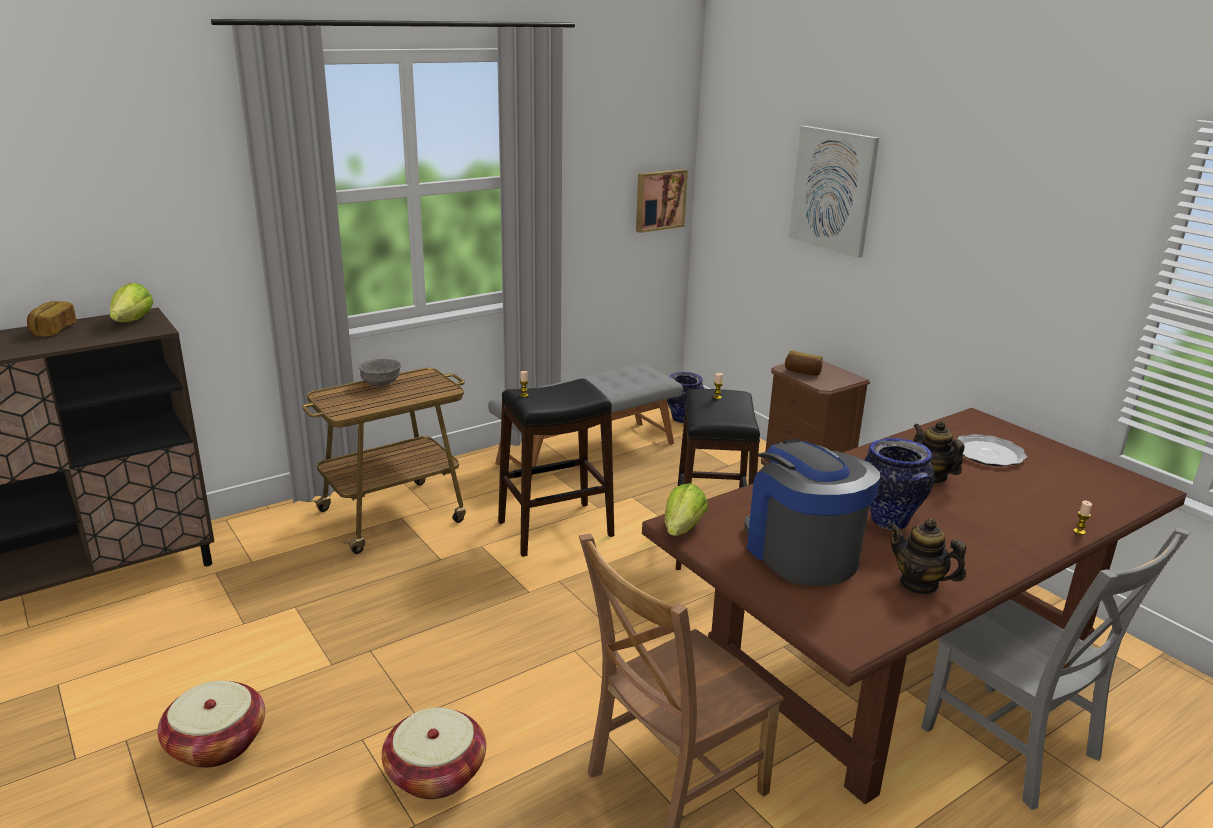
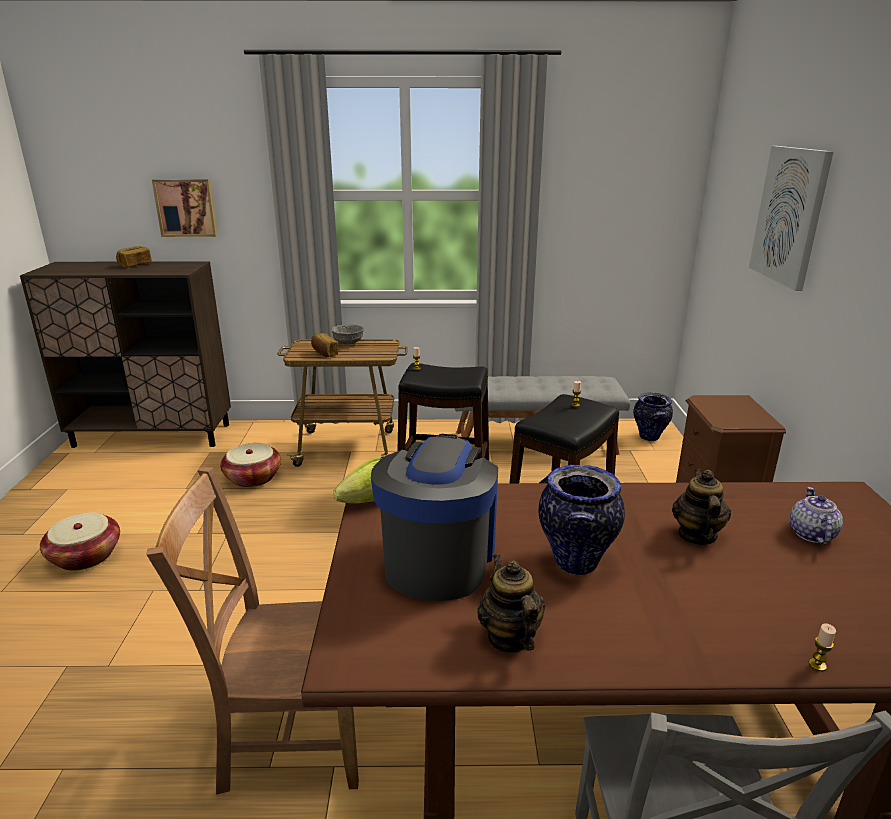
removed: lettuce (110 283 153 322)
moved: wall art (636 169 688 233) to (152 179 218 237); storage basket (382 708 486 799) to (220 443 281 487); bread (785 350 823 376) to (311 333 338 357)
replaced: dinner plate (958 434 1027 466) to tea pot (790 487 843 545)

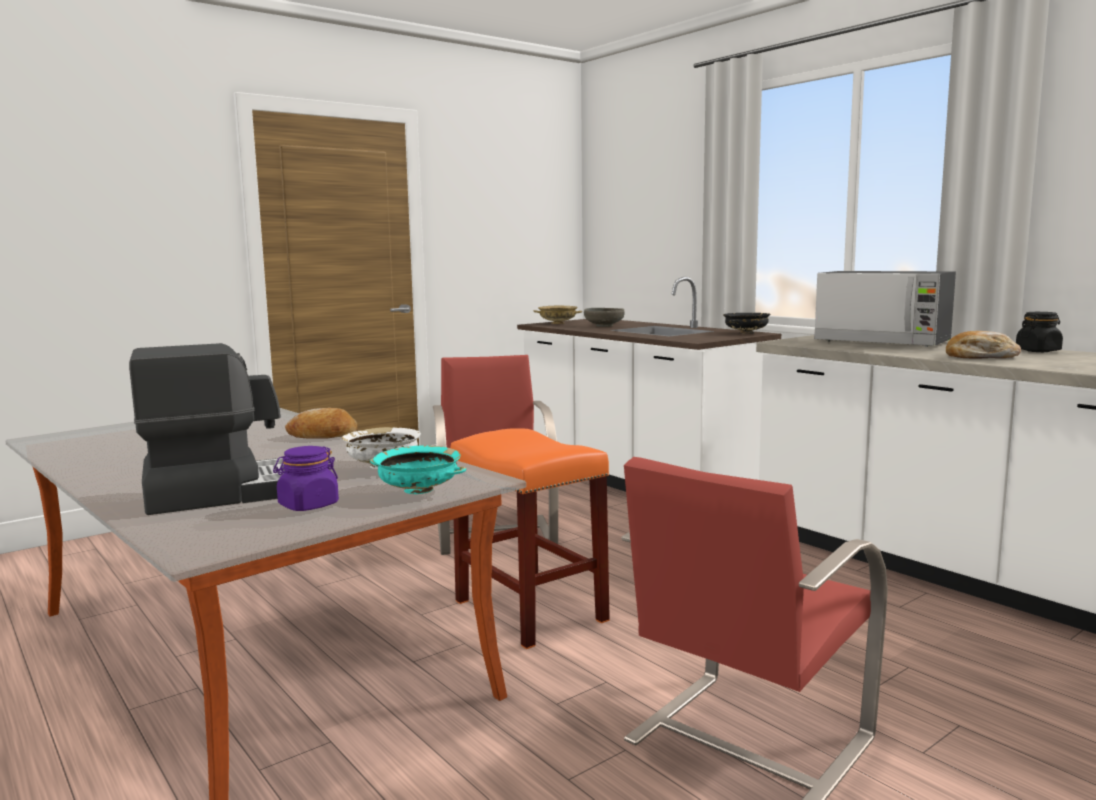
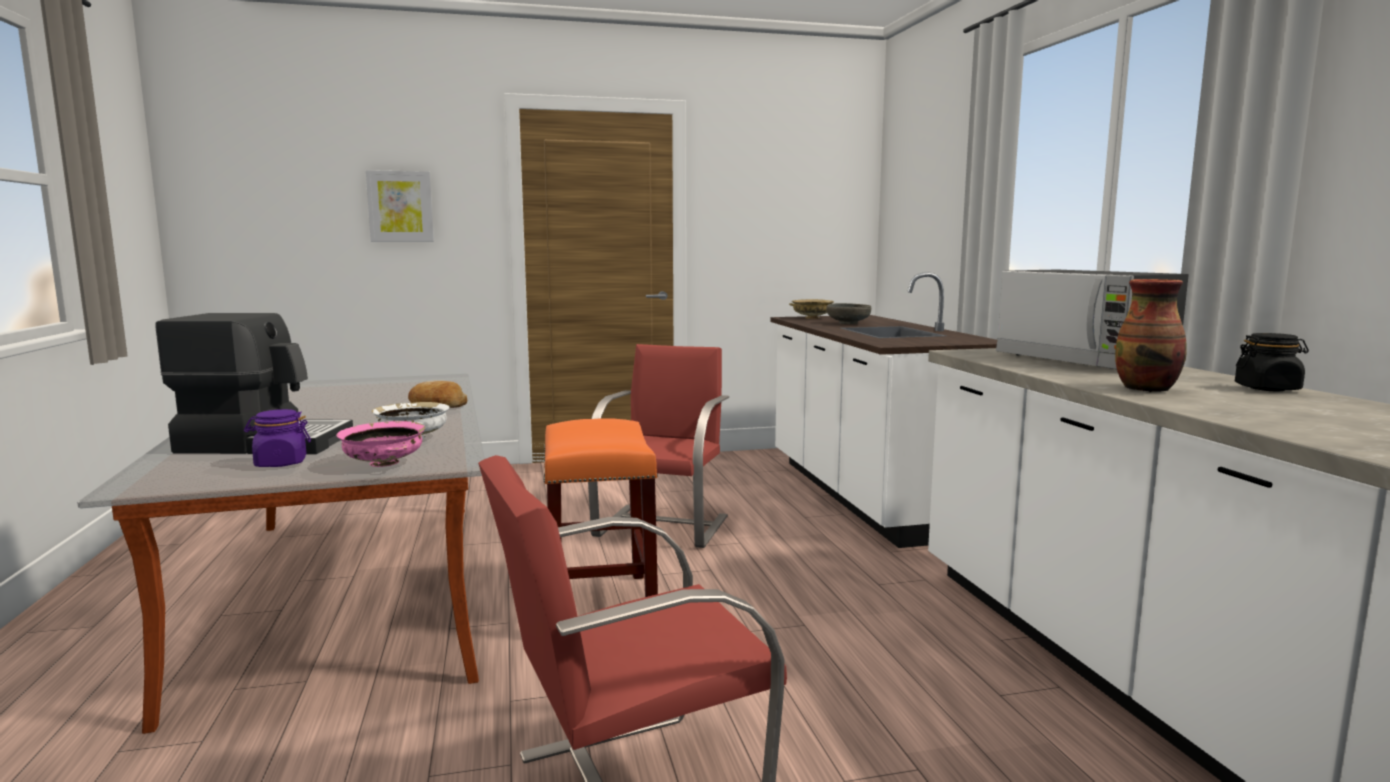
removed: black serving bowl (723 313 771 334)
added: wall art (366 170 434 242)
replaced: bread (946 331 1021 359) to flower vase (1115 279 1187 392)
recoloured: turquoise-coloured serving bowl (370 445 466 494) to pink serving bowl (336 421 425 467)

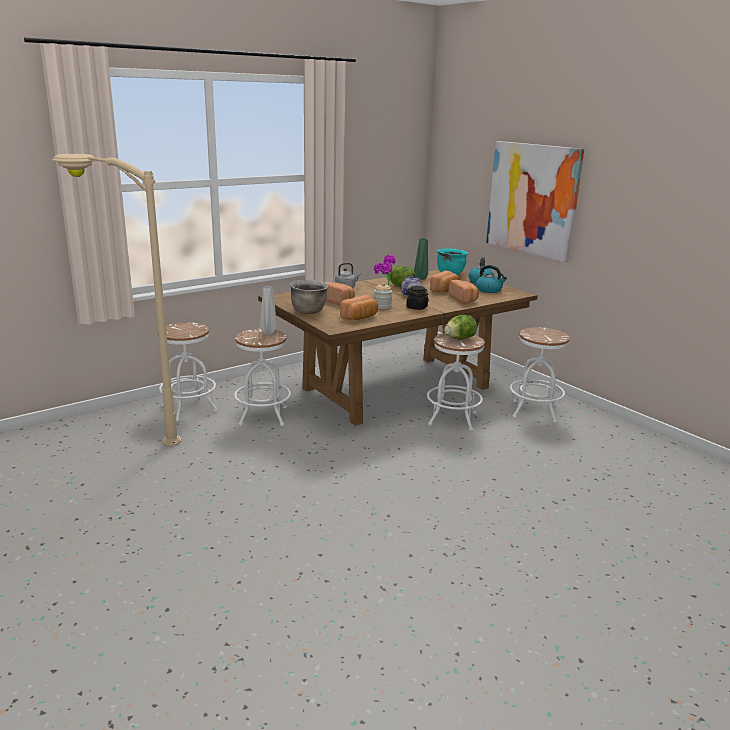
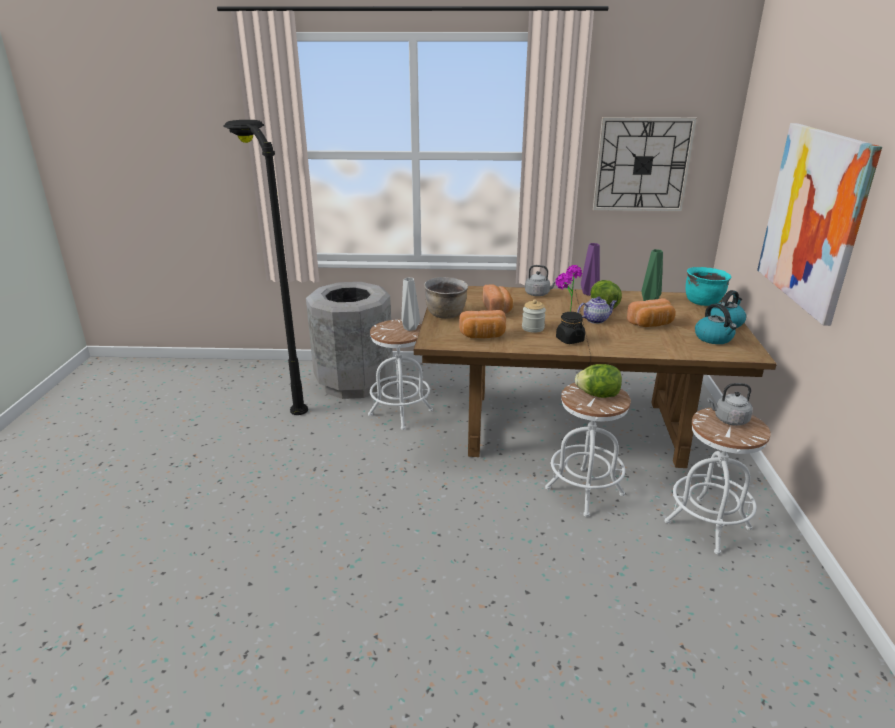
removed: bread (448 280 479 304)
added: purplish flower vase (581 243 600 296); hanging clock (593 117 697 212); grey tea kettle (707 383 753 426)
replaced: whitish stool seat (158 322 218 421) to grey waste bin (306 282 393 399)
recoloured: beige-coloured floor lamp (52 154 181 446) to black floor lamp (224 120 308 415)

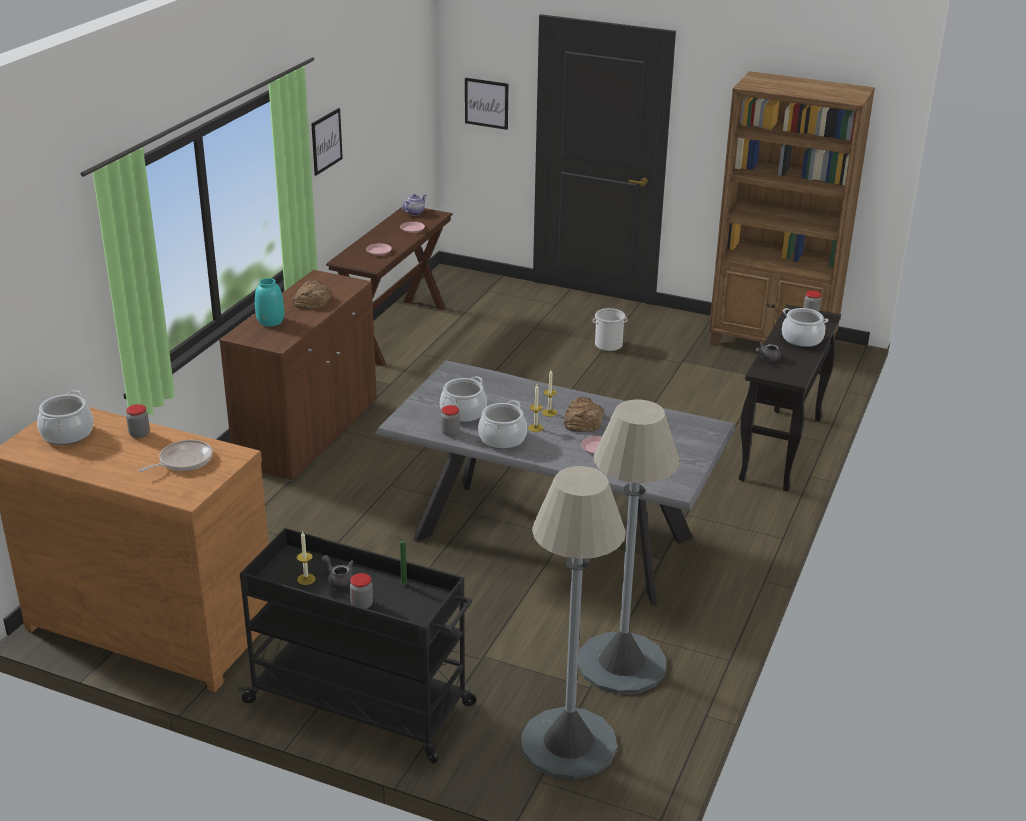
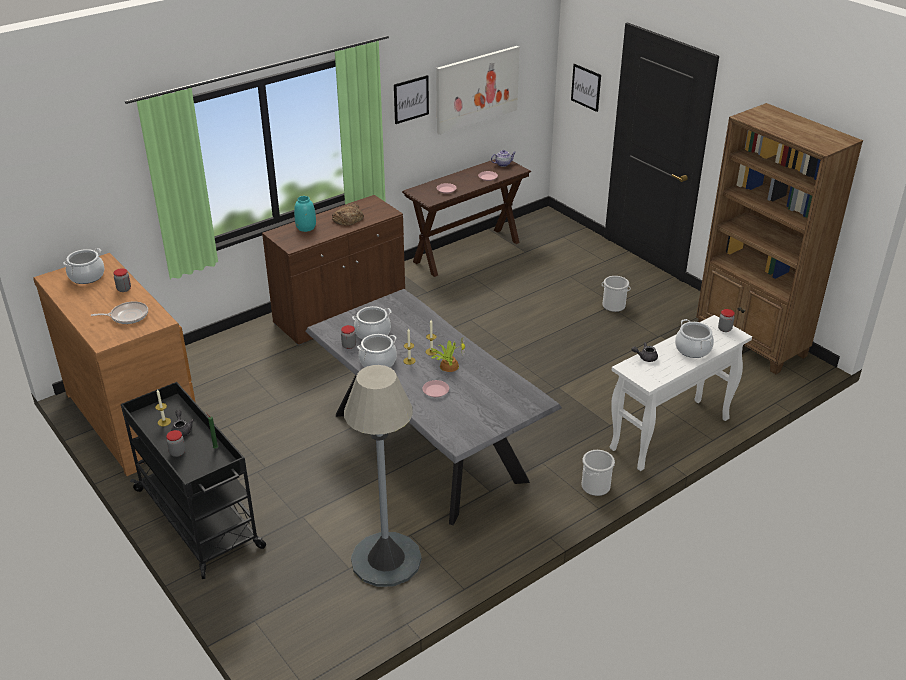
removed: grey floor lamp (521 466 626 780)
added: wall art (436 46 520 135); water bucket (582 450 615 496)
replaced: bread (564 397 604 432) to plant in a pot (431 338 465 372)
recoloured: black hall table (739 304 841 491) to whitish hall table (610 315 752 471)

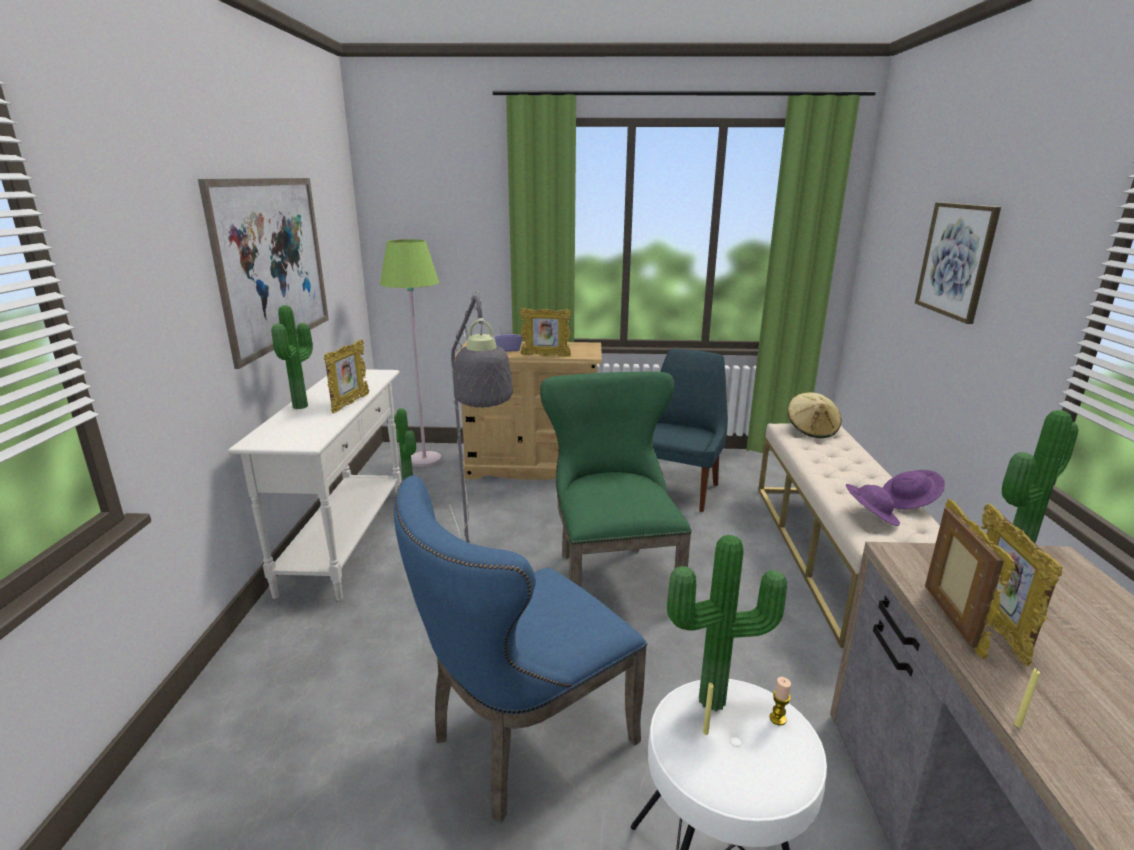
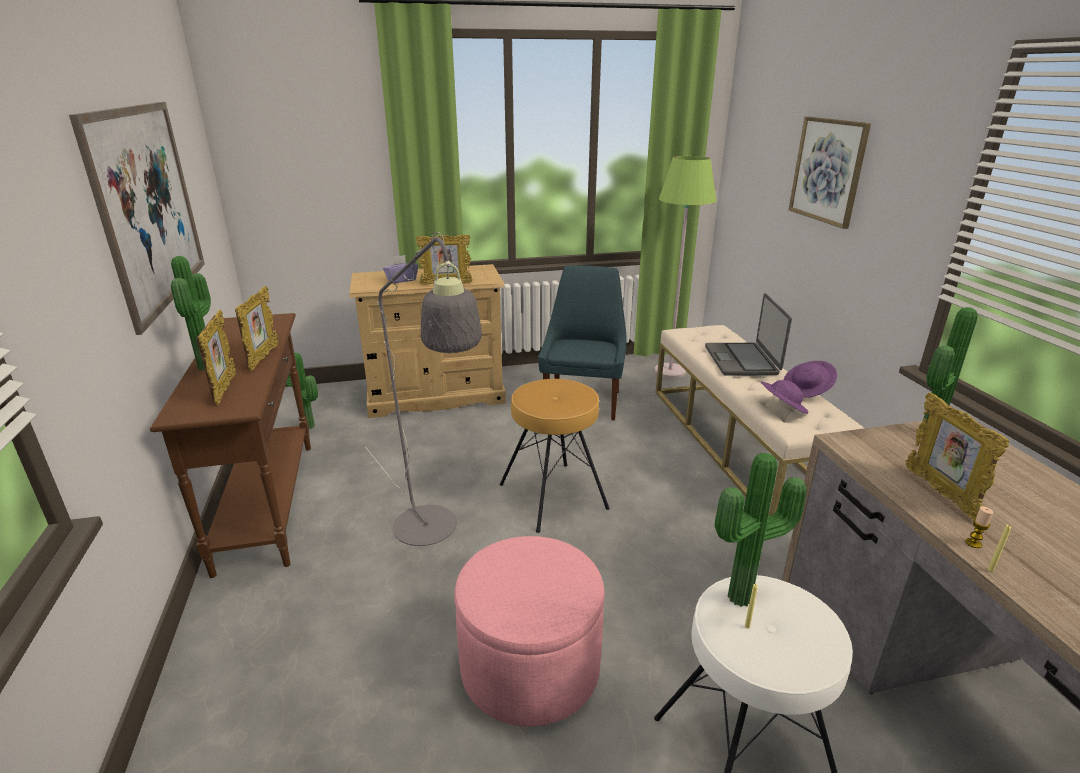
removed: beige-coloured wearable hat (788 392 841 438)
added: laptop (705 293 792 376)
moved: picture frame (925 499 1015 659) to (197 310 236 405); green-coloured floor lamp (380 239 441 467) to (654 156 716 379); wax light (770 677 791 726) to (965 506 994 548)
replaced: blue plain chair (394 475 647 822) to pink footrest (454 536 605 727); green-coloured plain chair (540 371 691 587) to brown stool seat (500 379 610 533)
recoloured: whitish hall table (228 369 401 601) to brown hall table (150 313 311 578)

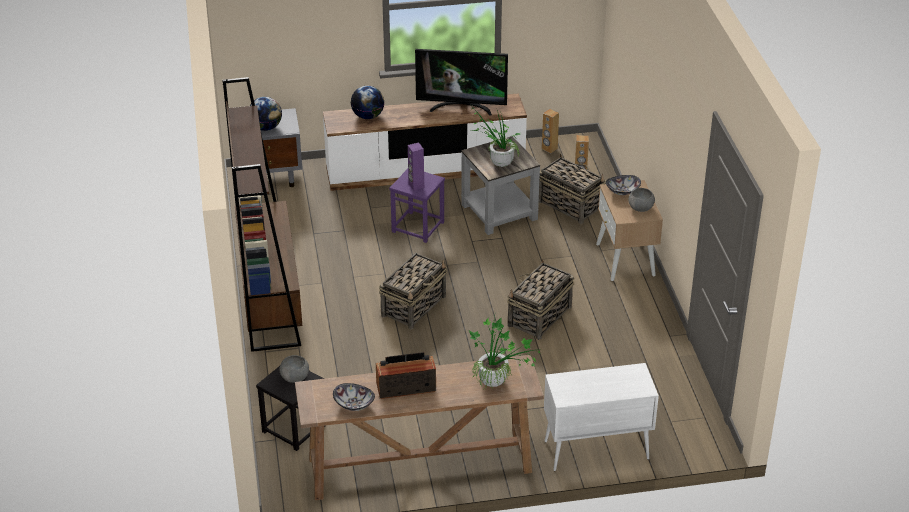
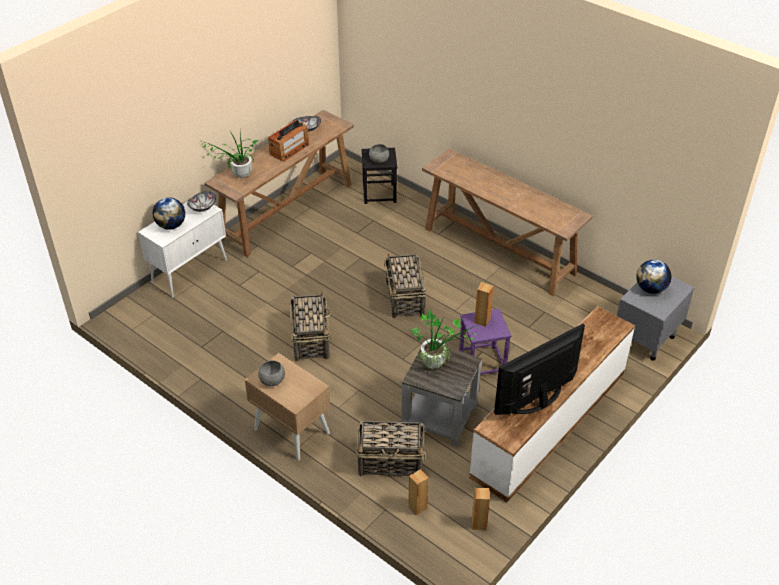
moved: world globe (351 86 384 119) to (153 197 185 230); serving bowl (606 175 641 195) to (187 191 216 212)
replaced: brown bookshelf (222 77 302 352) to brown hall table (422 149 593 296)
recoloured: purplish audio speaker (408 142 424 191) to brown audio speaker (474 282 493 327)

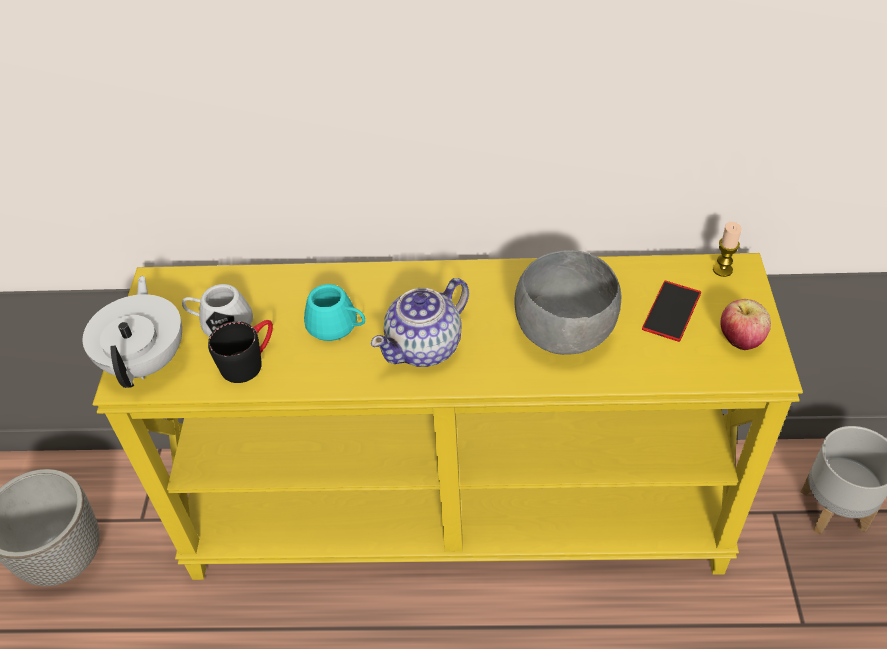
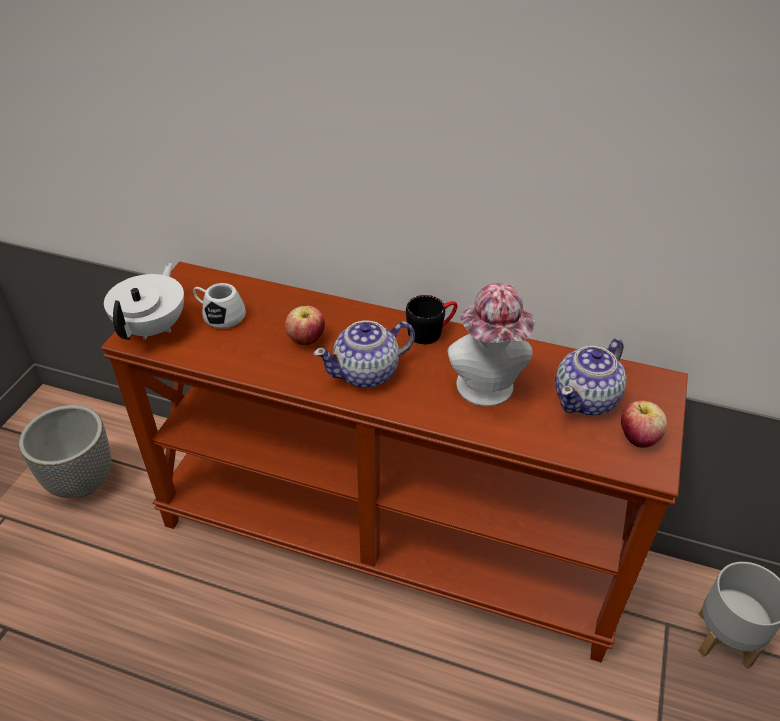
removed: wax light (713 222 742 277)
moved: black coffee mug (208 320 273 383) to (406 295 458 344)
replaced: turquoise-coloured coffee mug (304 284 365 341) to apple (285 306 325 345); grey serving bowl (514 250 621 355) to wearable hat (447 283 535 406); handset (642 281 701 342) to tea pot (555 338 626 416)
recoloured: yellow-coloured hall table (93 253 803 580) to brown hall table (100 262 688 662)

